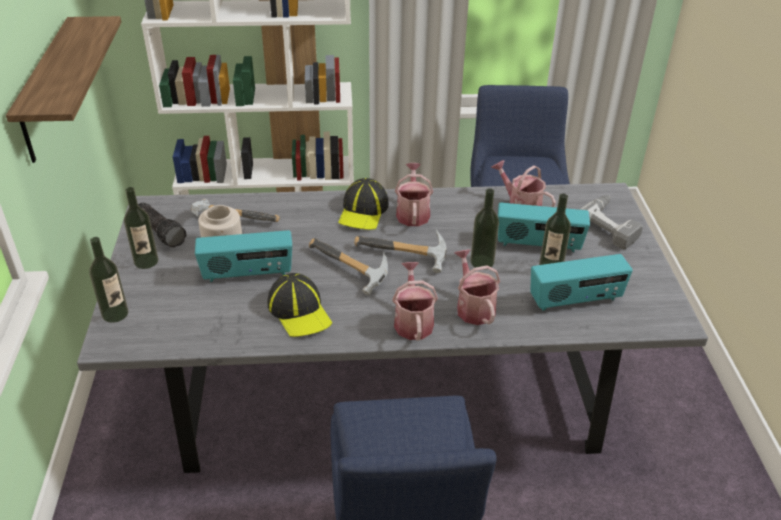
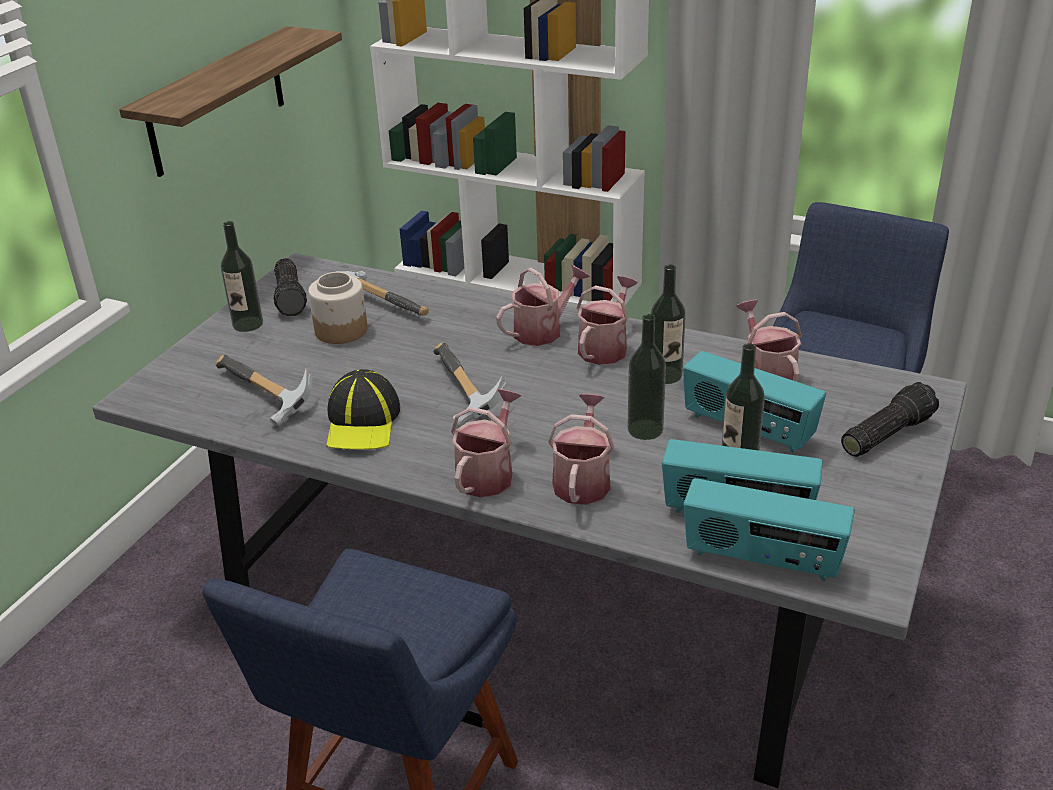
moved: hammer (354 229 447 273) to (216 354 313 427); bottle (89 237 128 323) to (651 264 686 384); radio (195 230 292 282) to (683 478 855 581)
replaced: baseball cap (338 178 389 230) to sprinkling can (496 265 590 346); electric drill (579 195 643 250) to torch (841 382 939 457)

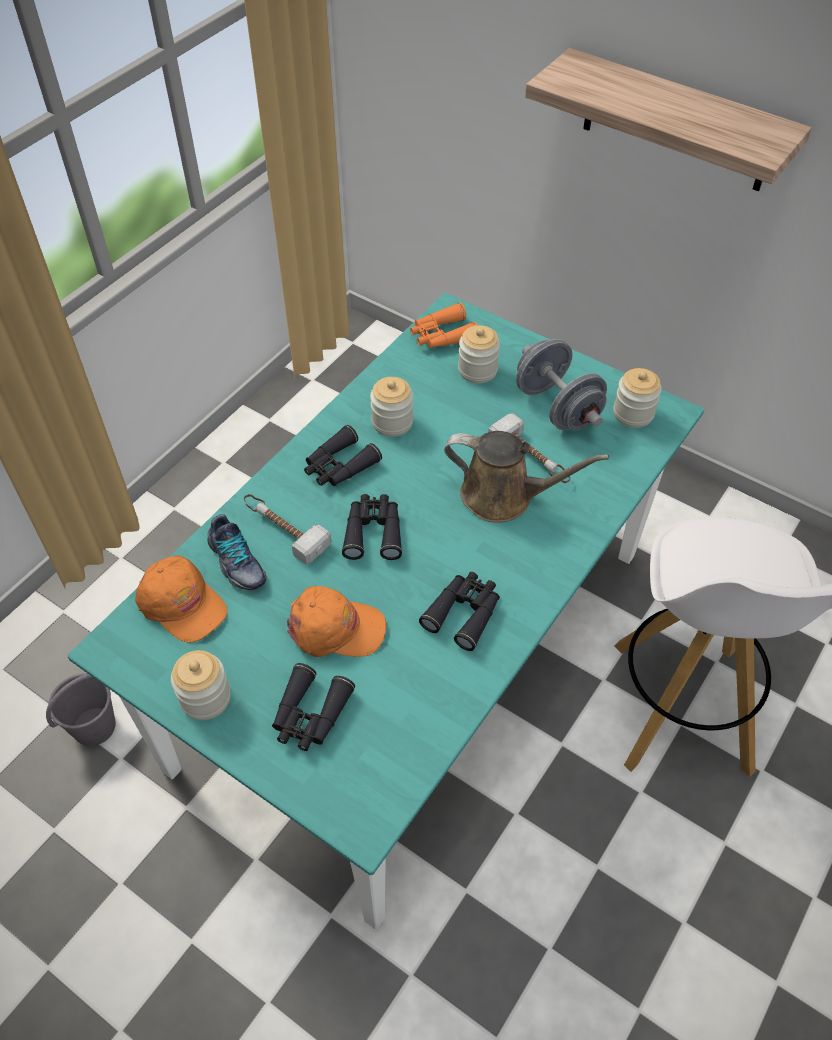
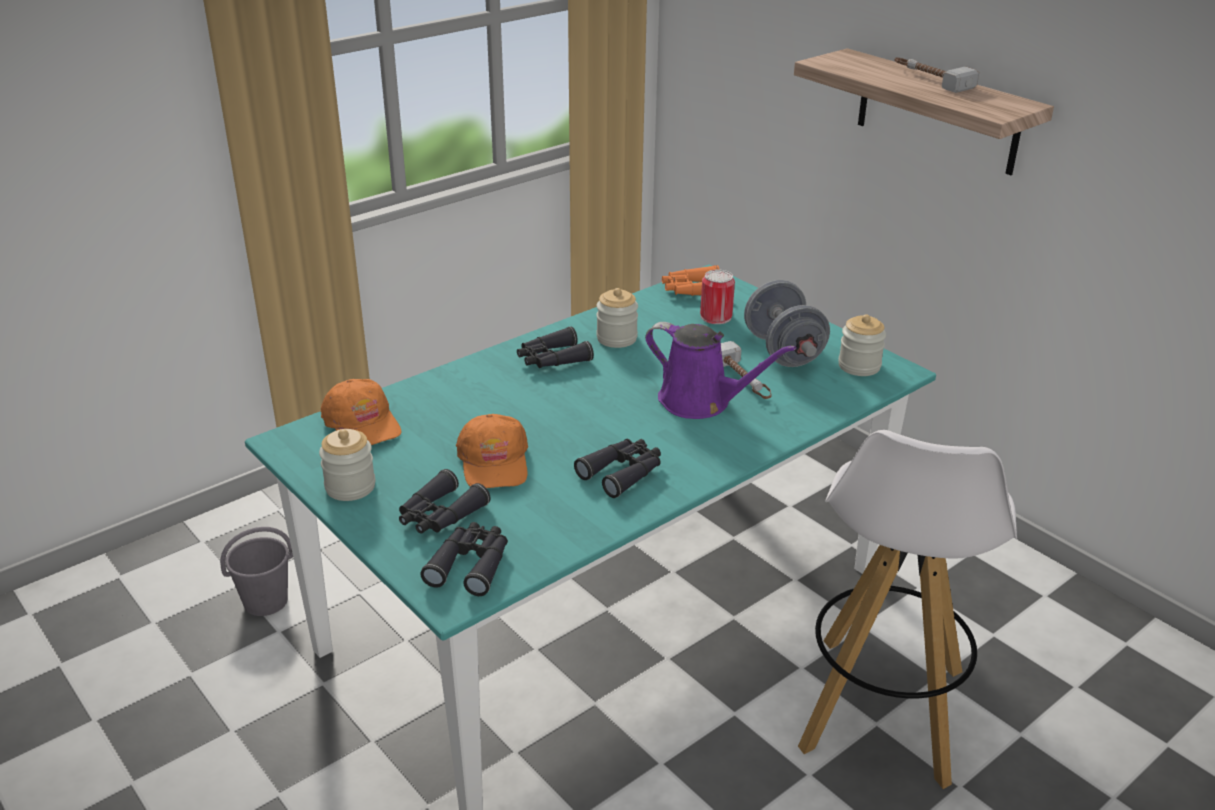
removed: item of footwear (208 514 267 590)
moved: black pair of binoculars (342 494 402 560) to (420 522 508 596); hammer (244 494 331 564) to (894 58 979 93)
replaced: jar (458 325 500 383) to sealed can (700 269 735 324)
recoloured: brown sprinkling can (444 431 609 523) to purplish sprinkling can (645 322 796 419)
turned: orangey baseball cap (287 586 387 657) = (456 414 528 488) 60 degrees clockwise

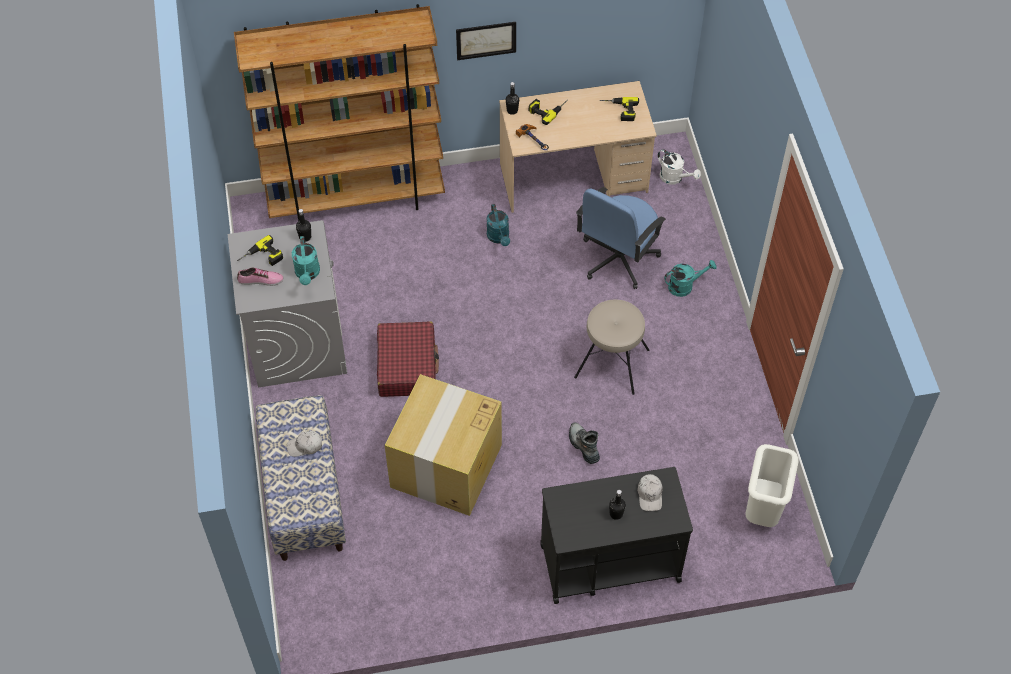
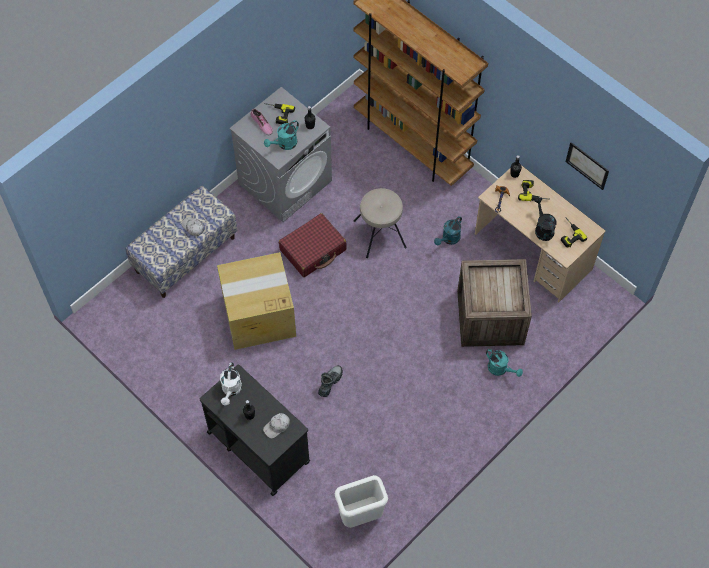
added: black sprinkling can (534 197 556 241)
moved: whitish sprinkling can (658 149 701 185) to (220 362 242 405); beige-coloured stool seat (574 299 649 395) to (354 188 407 258); wall art (456 22 516 60) to (566 142 609 190)
replaced: blue office chair (576 187 666 289) to packing crate (457 259 532 347)

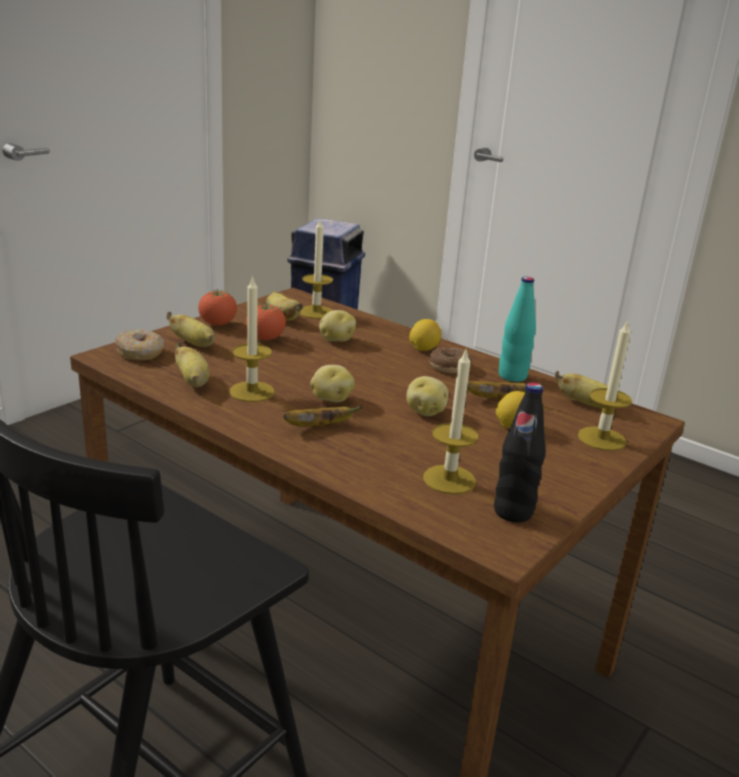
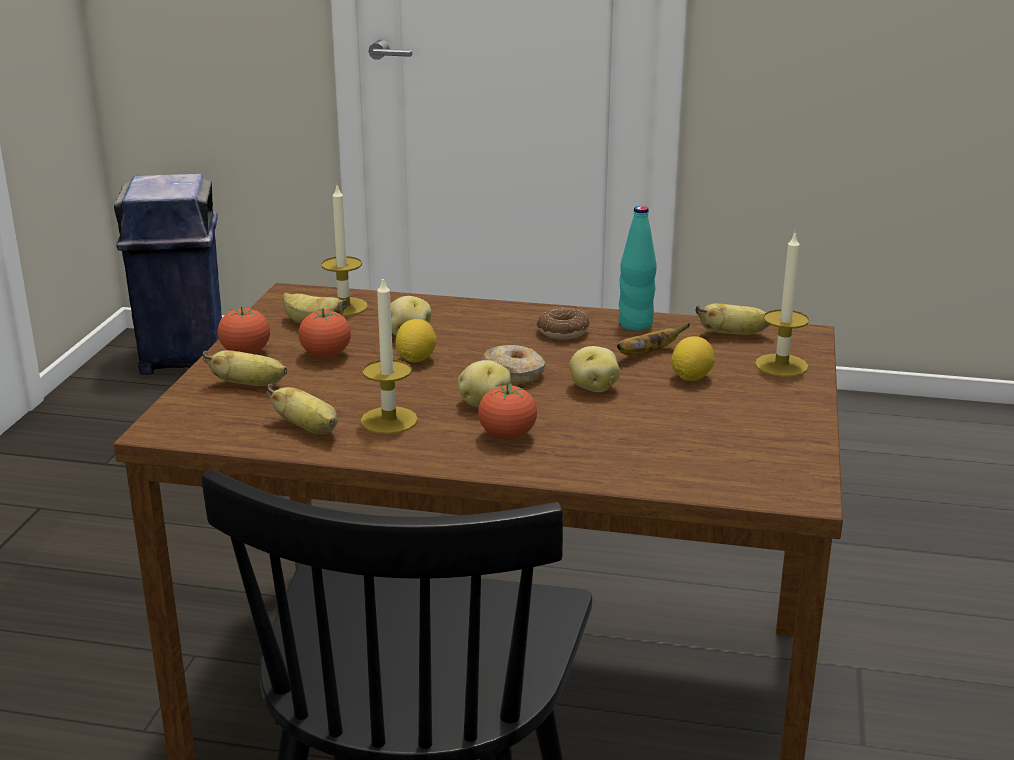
removed: wax light (423 350 478 494); black bottle (494 382 545 522)
moved: whole lemon (409 319 441 351) to (395 319 437 363); doughnut (115 329 164 360) to (481 345 545 384)
replaced: banana (283 405 363 426) to whole tomato (478 383 537 439)

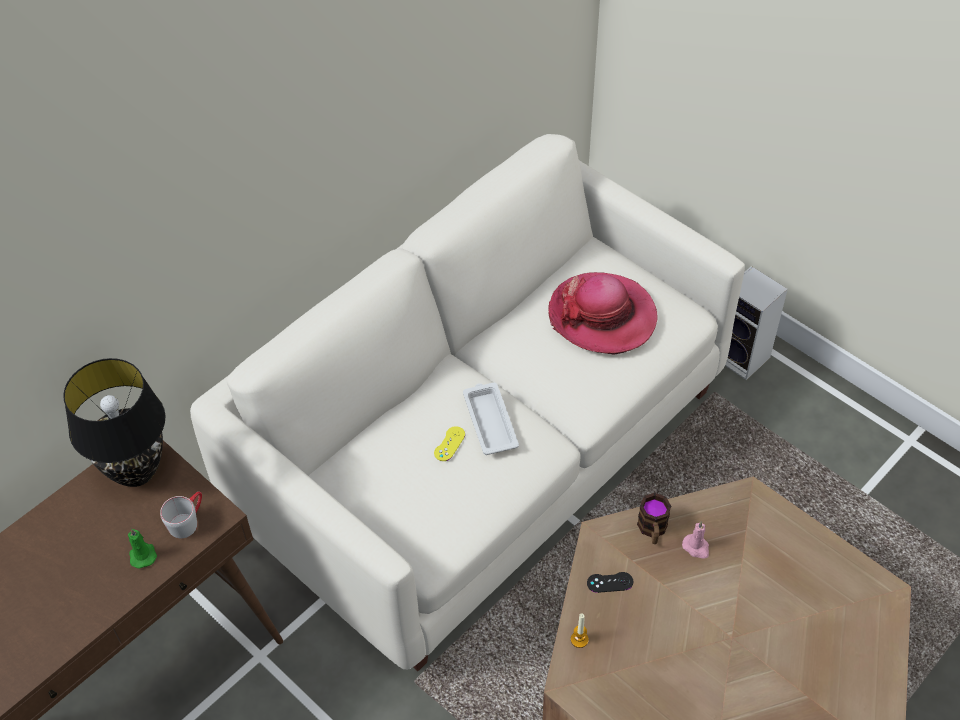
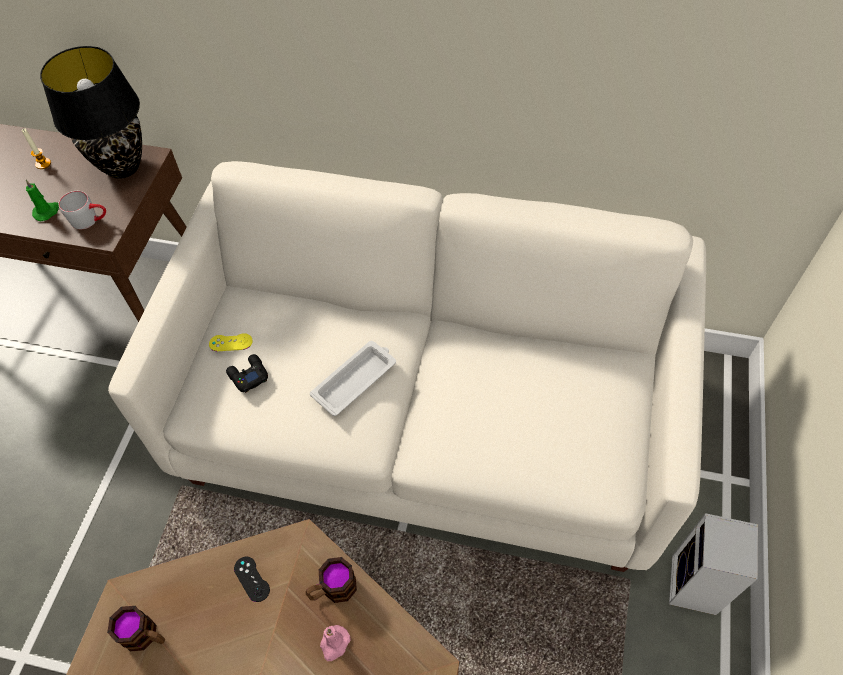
removed: wearable hat (548 272 658 355)
added: coffee mug (107 606 165 651); black game controller (226 354 268 393)
moved: wax light (571 614 589 648) to (22 128 51 169); yellow-coloured game controller (434 426 465 461) to (209 333 253 351)

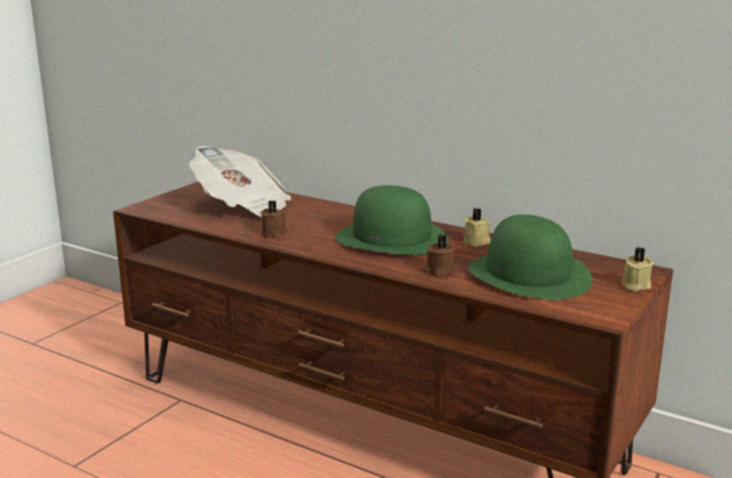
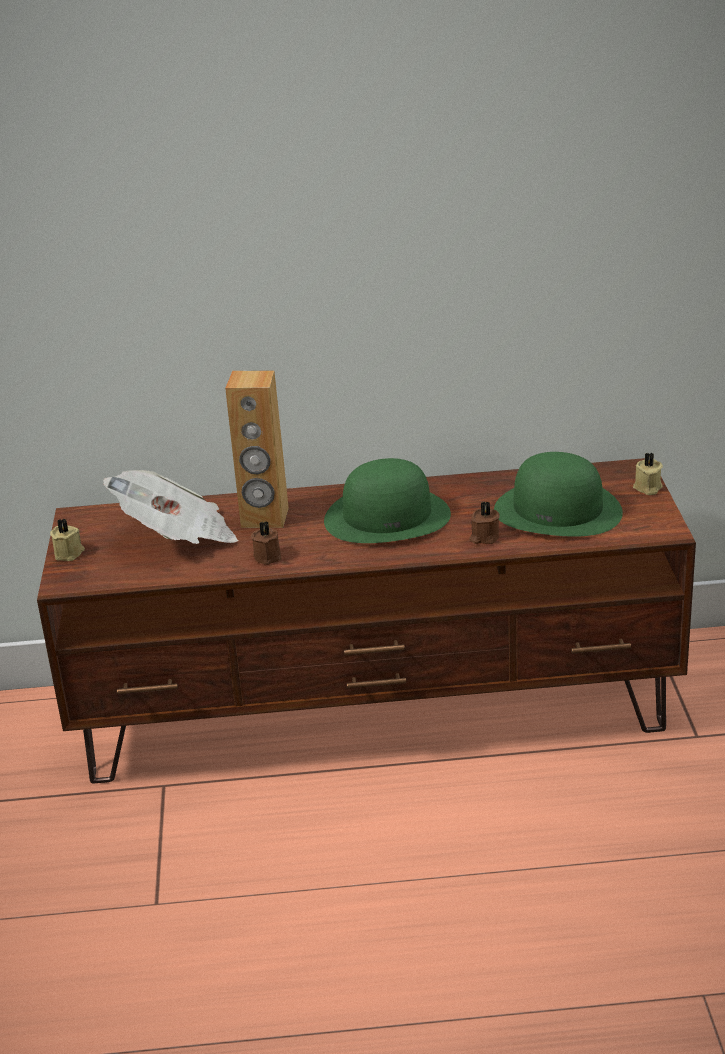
added: brown audio speaker (225 370 289 528)
moved: beige-coloured wax light (463 208 491 247) to (50 518 85 561)

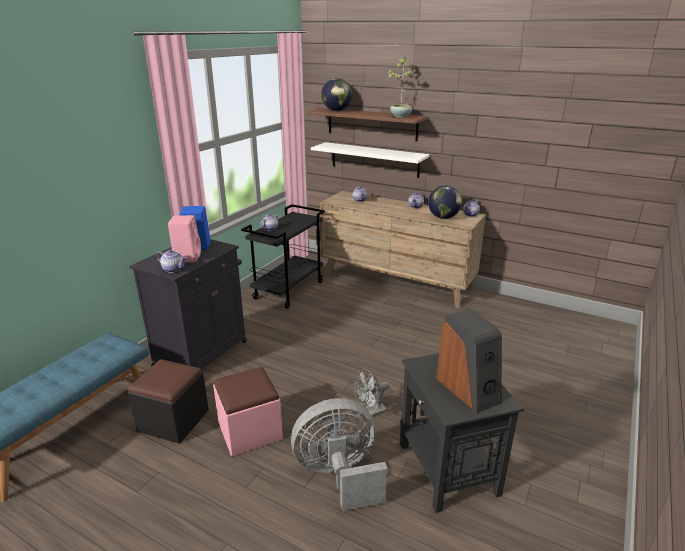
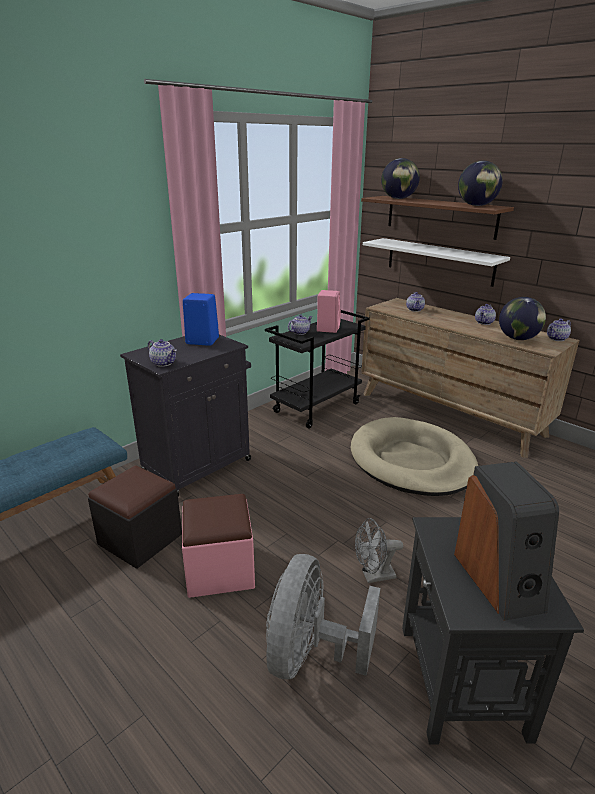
added: beige-coloured dog cushion (351 417 478 496)
moved: pink audio speaker (168 215 201 262) to (317 290 341 333)
replaced: plant in a pot (387 58 416 117) to world globe (458 161 503 206)
turned: grey electric fan (291 398 388 511) = (266 554 380 679) 75 degrees counterclockwise

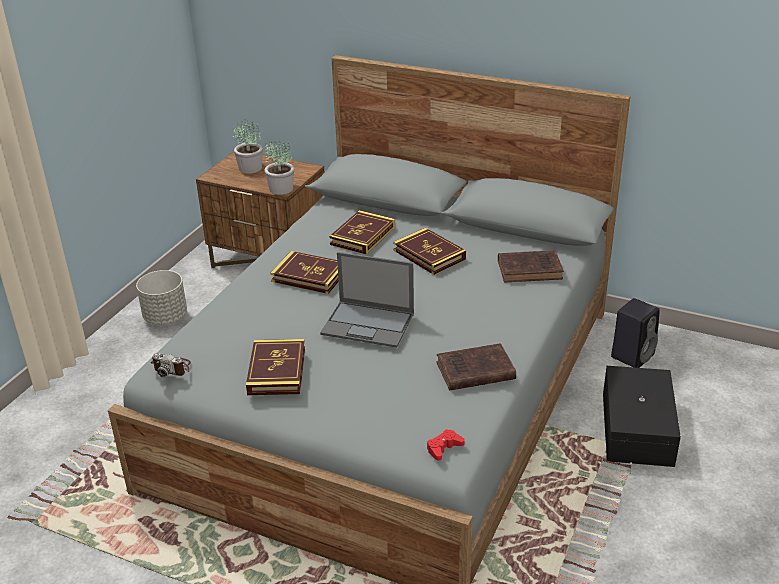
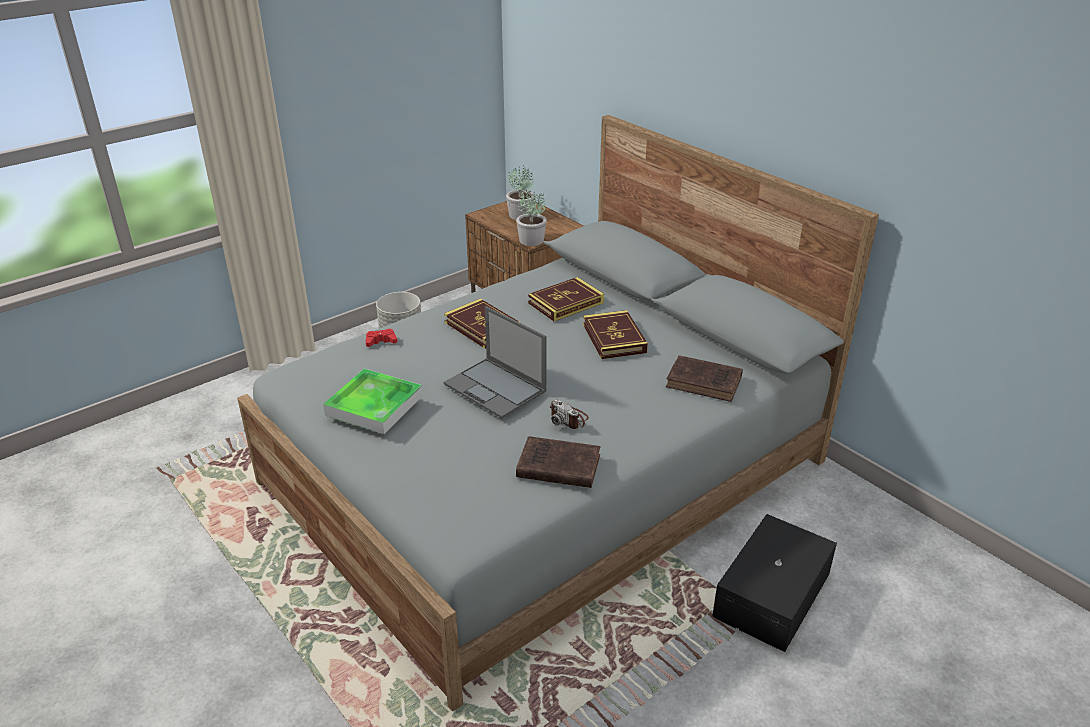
removed: black audio speaker (611 298 660 368)
moved: reddish game controller (427 429 465 461) to (366 329 397 347); still camera (151 353 191 377) to (550 399 589 429)
replaced: bound book (246 339 305 395) to carrying tray (323 369 423 434)

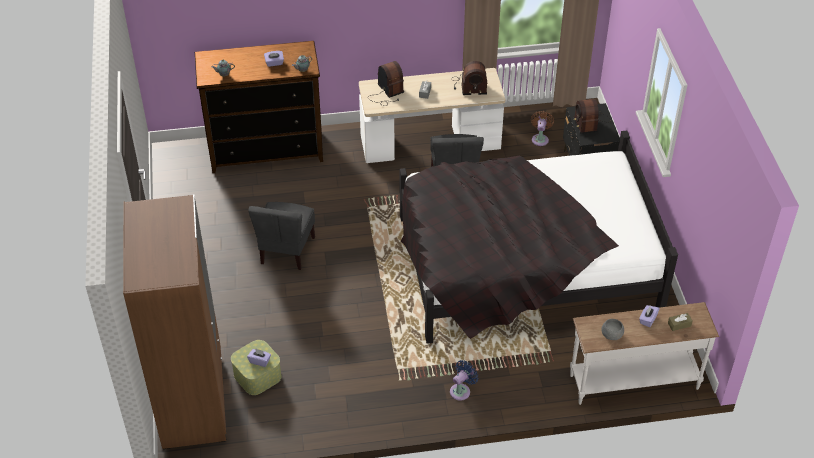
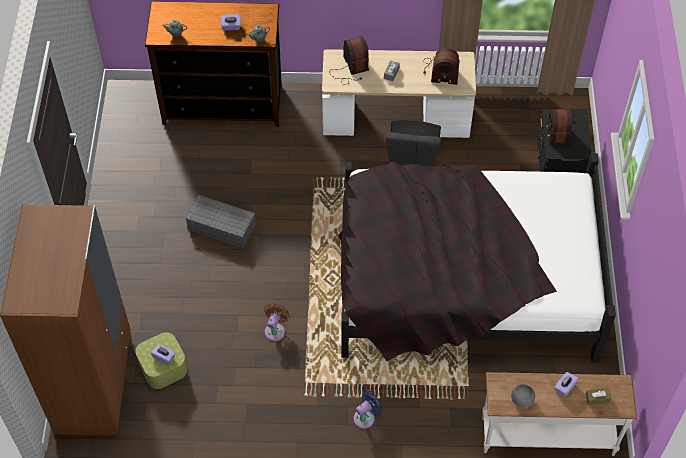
moved: brown electric fan (531 111 554 146) to (264 303 290 341)
replaced: grey plain chair (248 202 315 270) to grey storage box (185 195 256 248)

